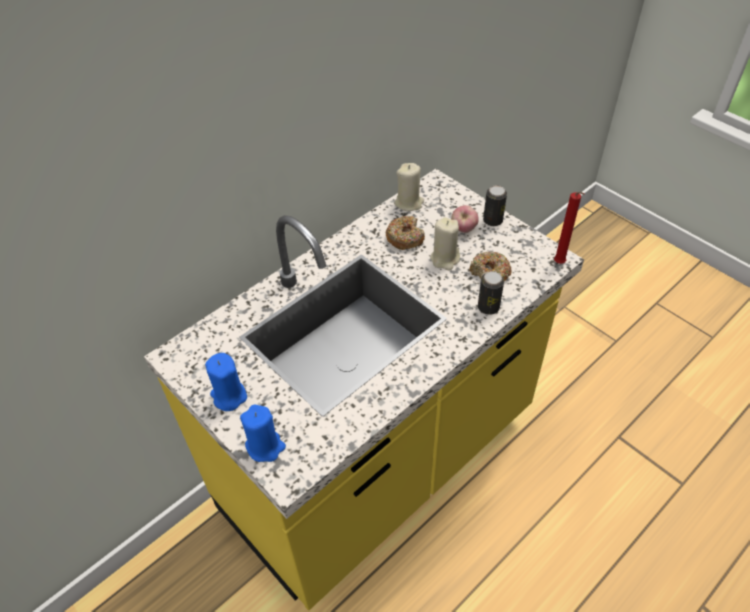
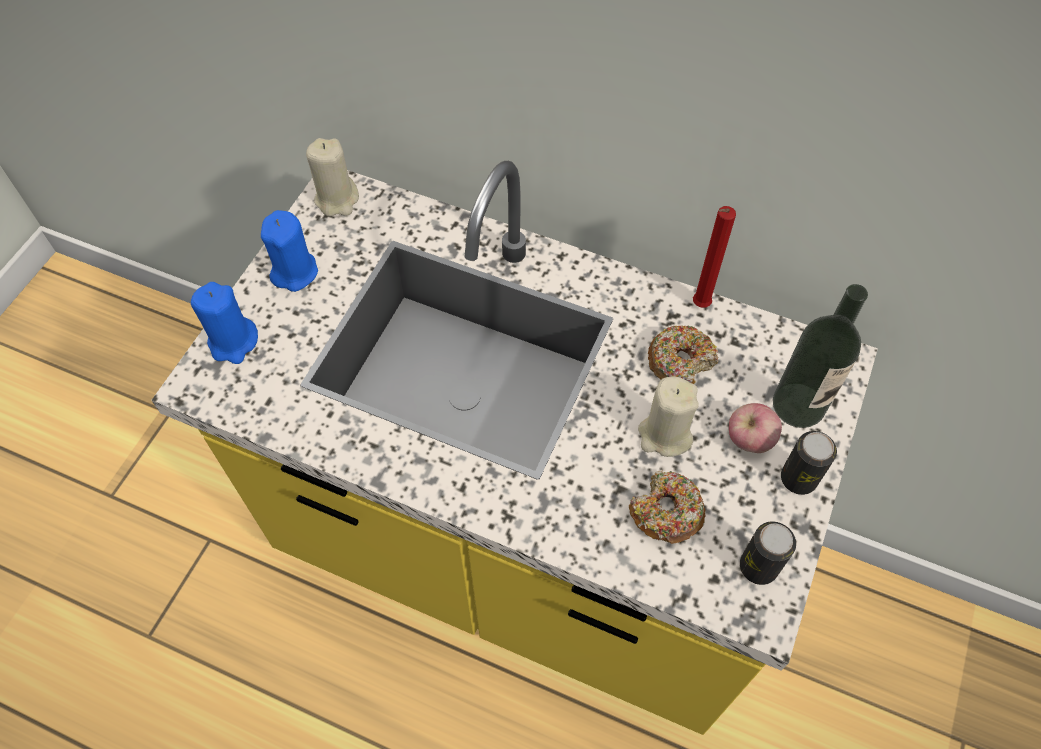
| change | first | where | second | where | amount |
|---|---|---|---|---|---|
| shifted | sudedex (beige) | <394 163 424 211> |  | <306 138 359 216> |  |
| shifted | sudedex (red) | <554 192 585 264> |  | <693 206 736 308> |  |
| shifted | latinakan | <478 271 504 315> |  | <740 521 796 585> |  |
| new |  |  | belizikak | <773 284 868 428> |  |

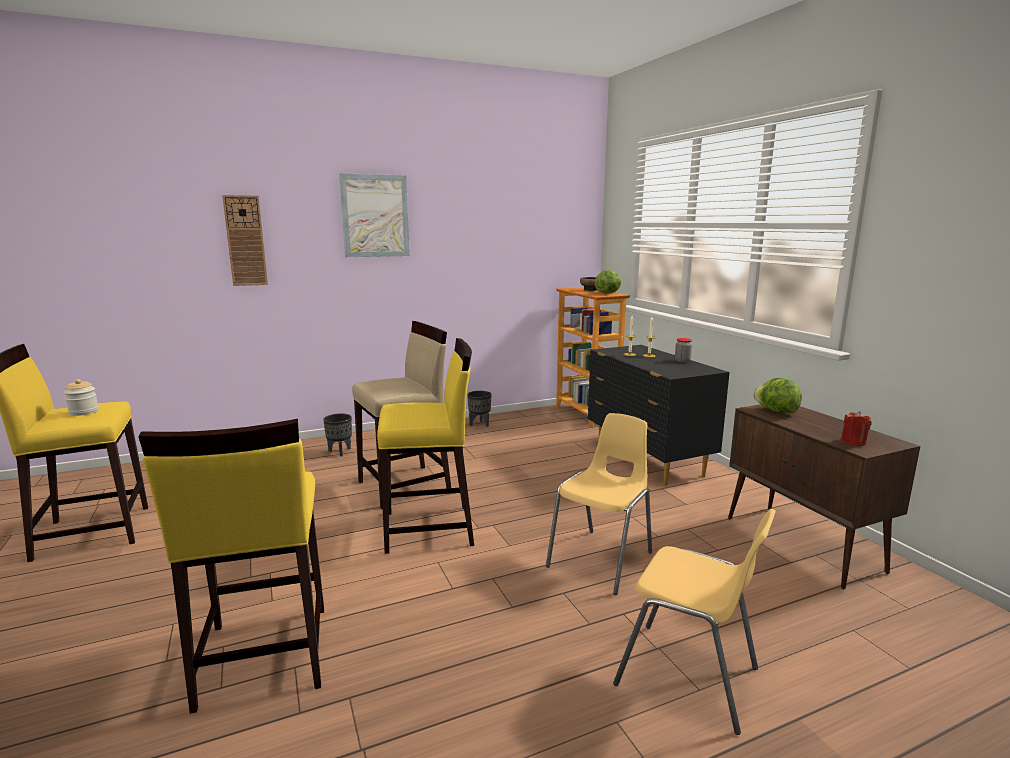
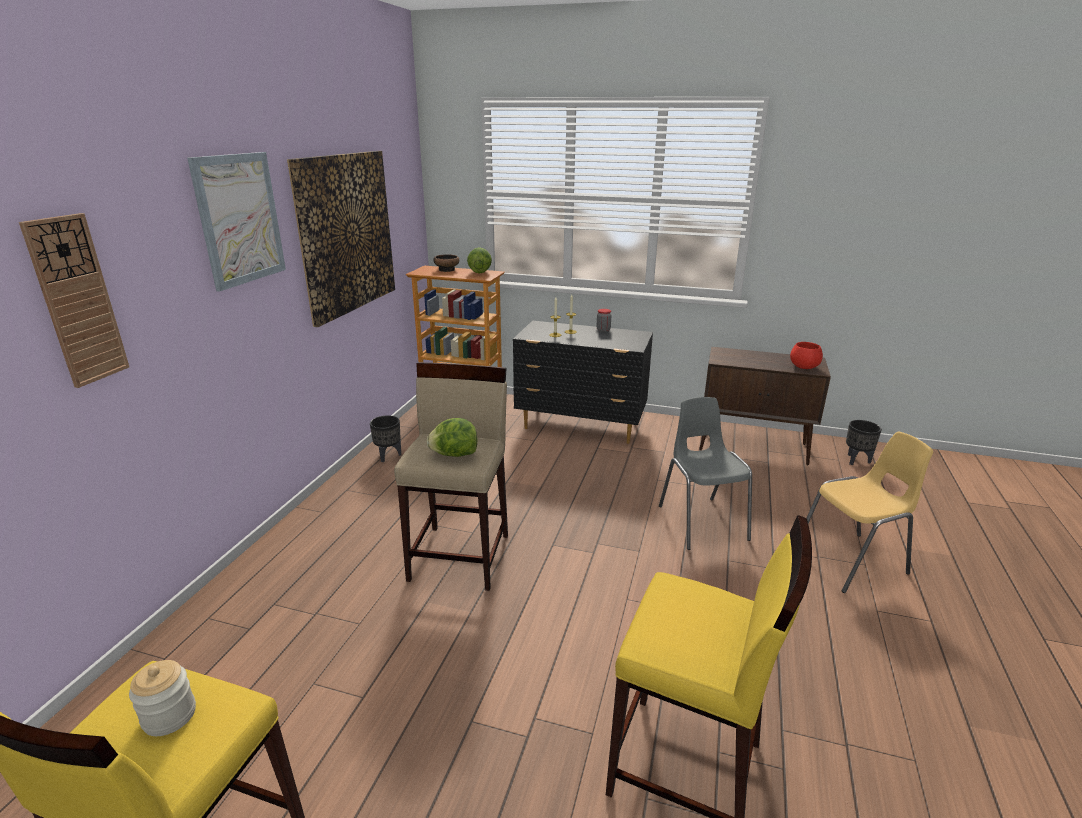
| change | first | where | second | where | amount |
|---|---|---|---|---|---|
| new |  |  | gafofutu | <287 151 395 327> |  |
| shifted | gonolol | <753 378 802 413> |  | <427 418 477 457> |  |
| repainted | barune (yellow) | <546 413 652 595> | barune (grey) | <659 397 752 550> |  |
| swapped | sudedex (red) | <841 411 872 446> | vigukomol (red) | <790 342 823 369> |  |
| shifted | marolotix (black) | <323 413 352 456> |  | <846 420 882 465> |  |
| gone | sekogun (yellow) | <377 338 474 554> |  |  |  |

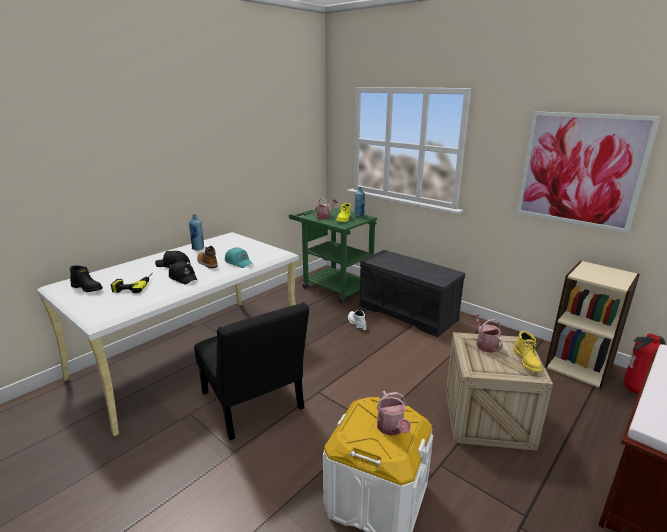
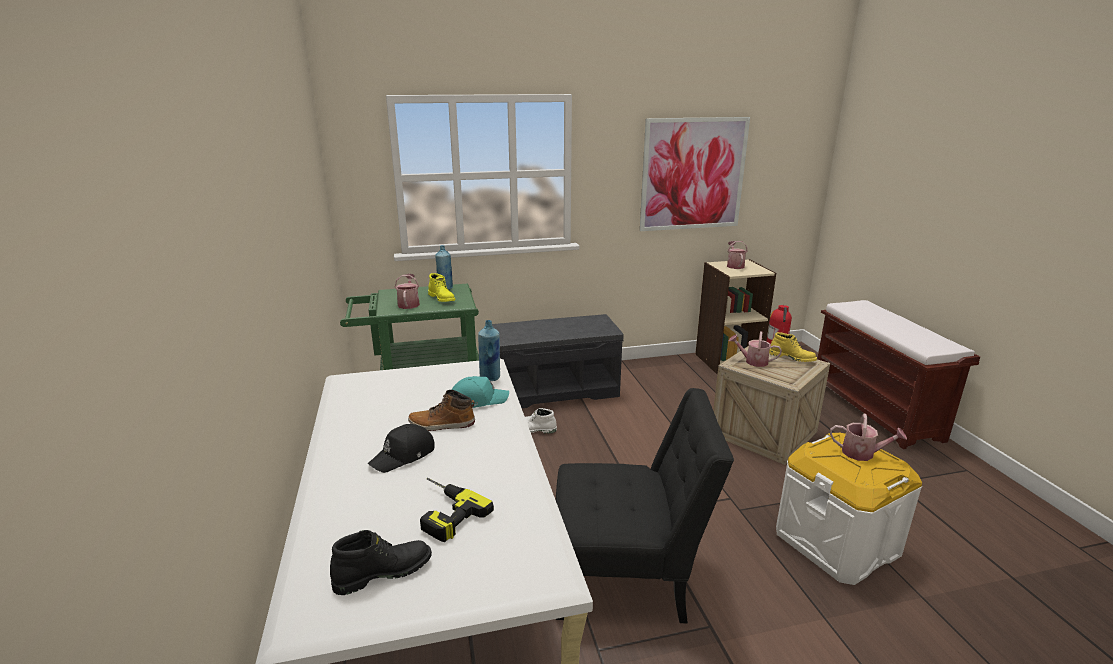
| change | first | where | second | where | amount |
|---|---|---|---|---|---|
| shifted | belizikak (blue) | <189 214 204 250> |  | <478 320 500 381> |  |
| new |  |  | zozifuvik | <727 241 748 269> |  |
| gone | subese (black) | <169 261 197 284> |  |  |  |

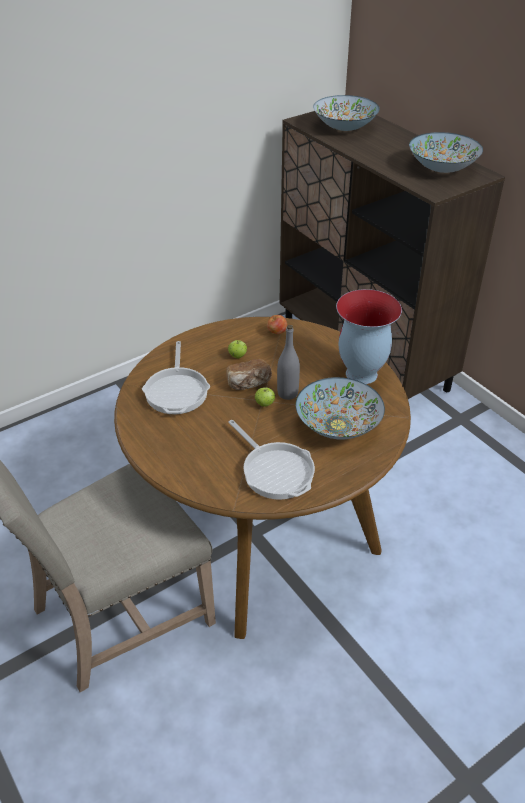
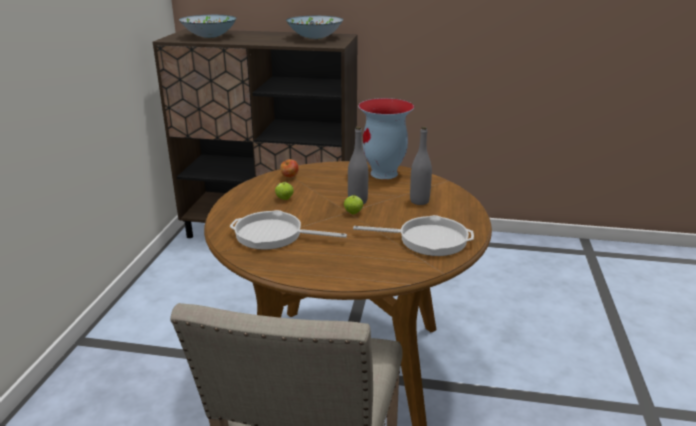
| change | first | where | second | where | amount |
|---|---|---|---|---|---|
| rotated | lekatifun | <142 341 210 414> |  | <230 210 347 250> | 150 degrees clockwise |
| swapped | vigukomol | <296 377 385 440> | belizikak (grey) | <410 127 432 205> |  |
| gone | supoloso | <226 359 272 390> |  |  |  |

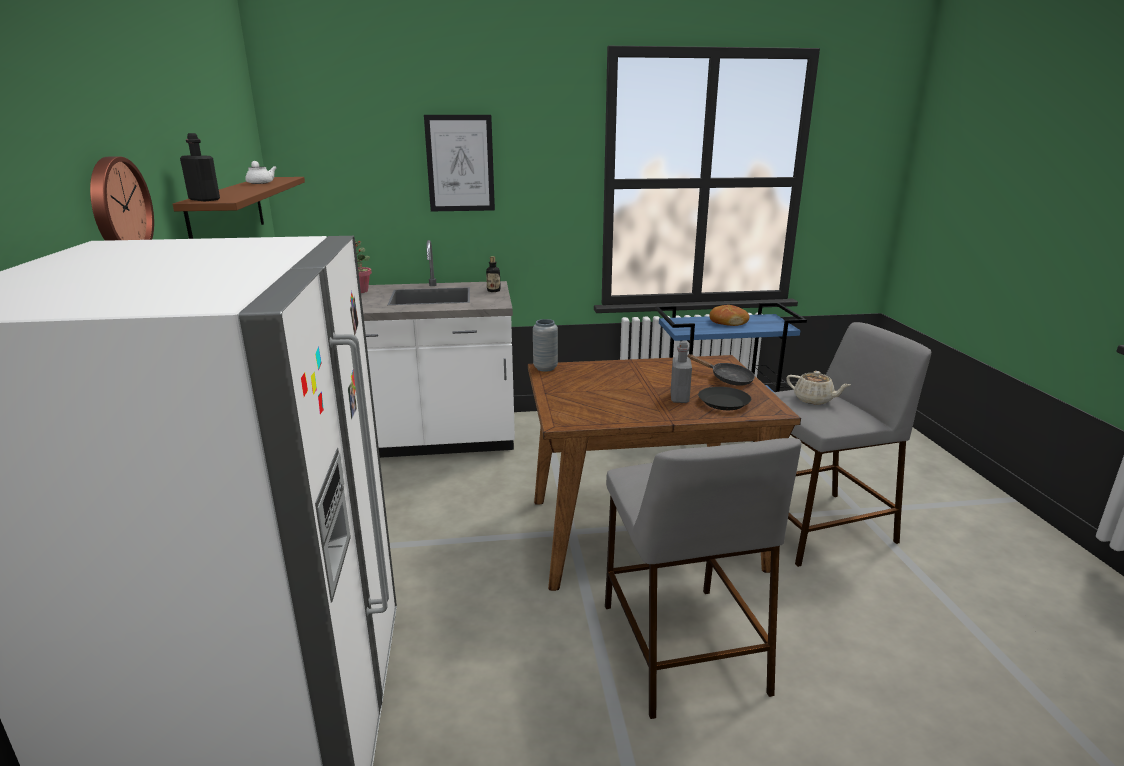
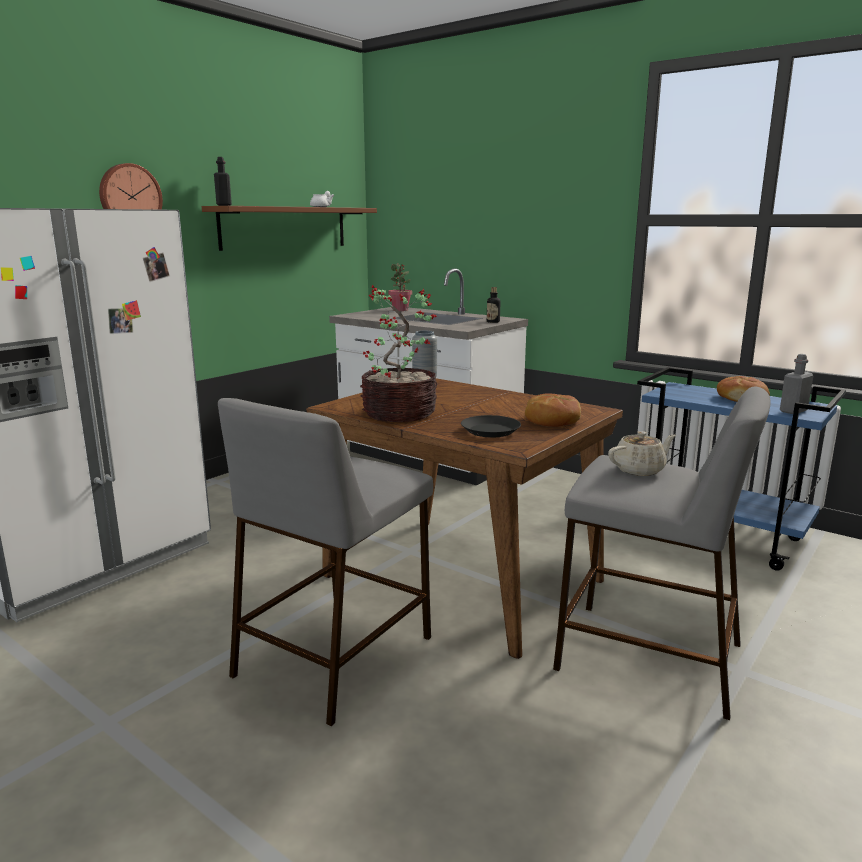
| change | first | where | second | where | amount |
|---|---|---|---|---|---|
| new |  |  | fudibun | <360 285 437 422> |  |
| swapped | lekatifun (black) | <687 354 755 386> | supoloso | <525 393 581 427> |  |
| rotated | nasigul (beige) | <786 371 850 405> |  | <608 431 676 476> | 105 degrees counterclockwise |
| shifted | belizikak (grey) | <671 341 692 403> |  | <780 354 814 414> |  |
| gone | gafofutu | <424 115 495 211> |  |  |  |

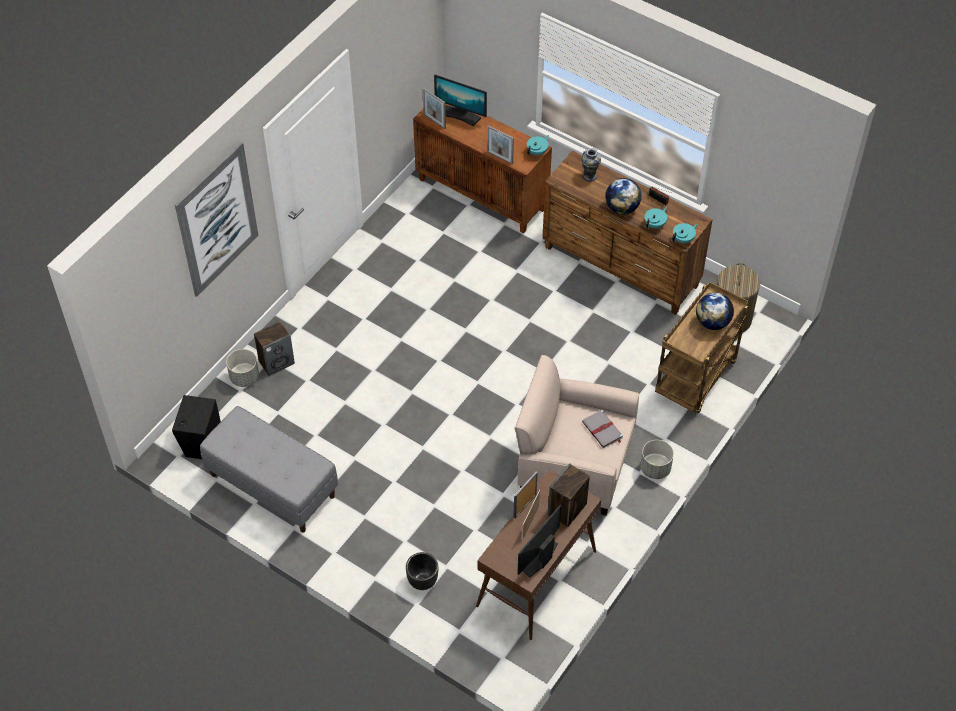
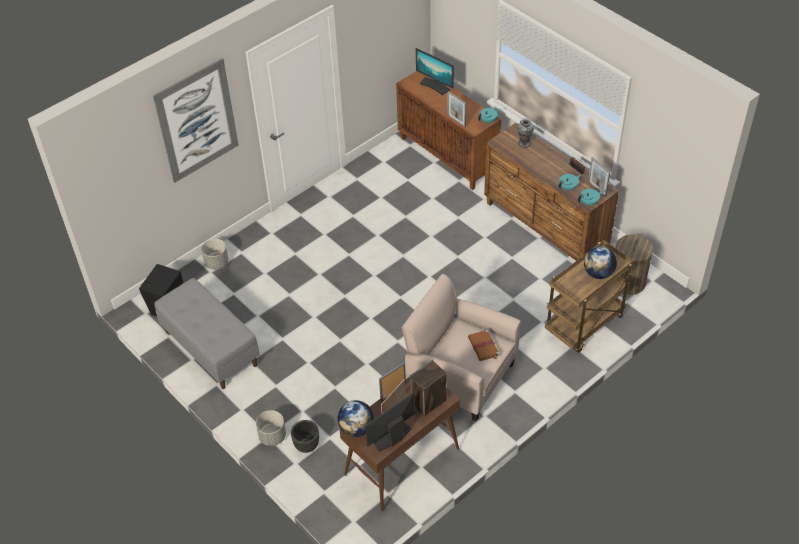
| change | first | where | second | where | amount |
|---|---|---|---|---|---|
| shifted | marolotix (grey) | <640 440 674 479> |  | <256 410 286 446> |  |
| shifted | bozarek | <605 178 641 214> |  | <337 400 374 437> |  |
| repainted | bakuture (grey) | <582 410 623 448> | bakuture (brown) | <468 330 499 361> |  |
| shifted | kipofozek | <423 88 446 129> |  | <588 157 610 197> |  |
| gone | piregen | <254 321 295 376> |  |  |  |

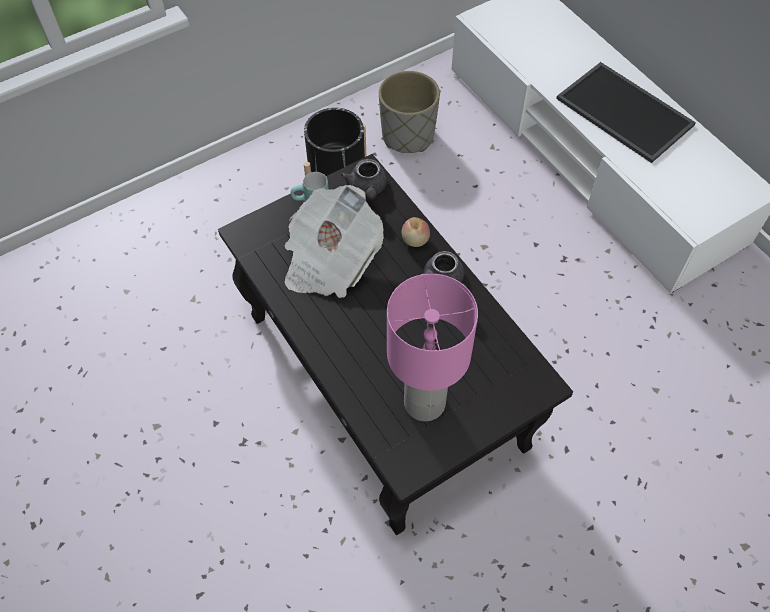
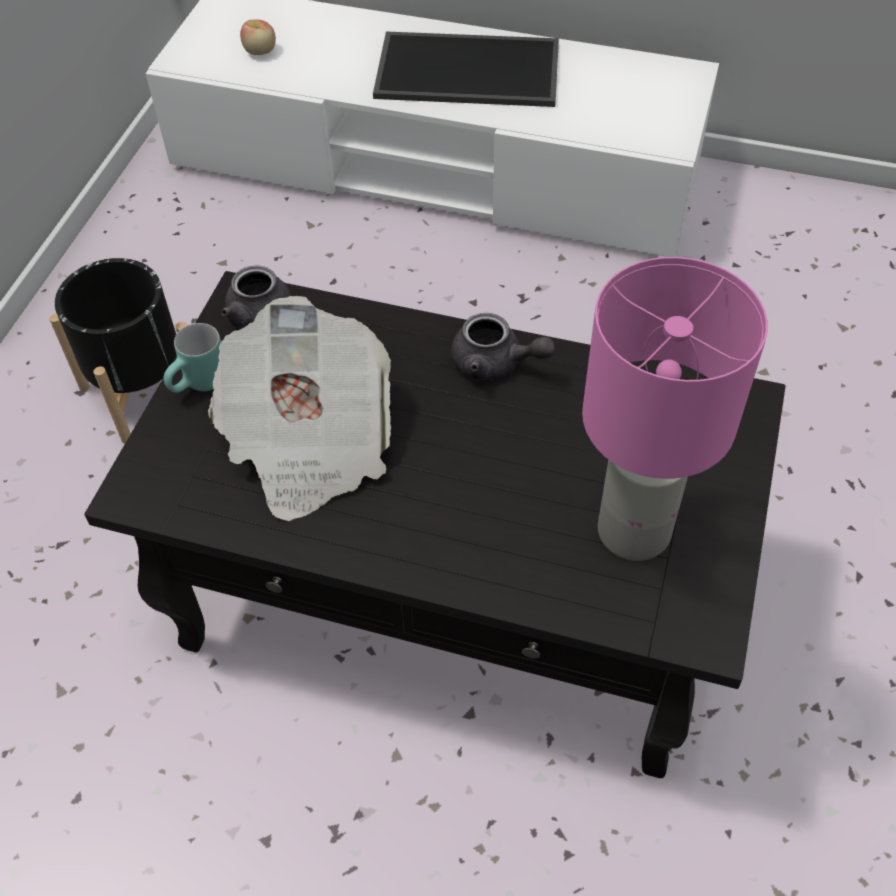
| change | first | where | second | where | amount |
|---|---|---|---|---|---|
| shifted | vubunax | <401 217 430 247> |  | <240 20 276 55> |  |
| gone | marolotix (grey) | <379 71 440 153> |  |  |  |

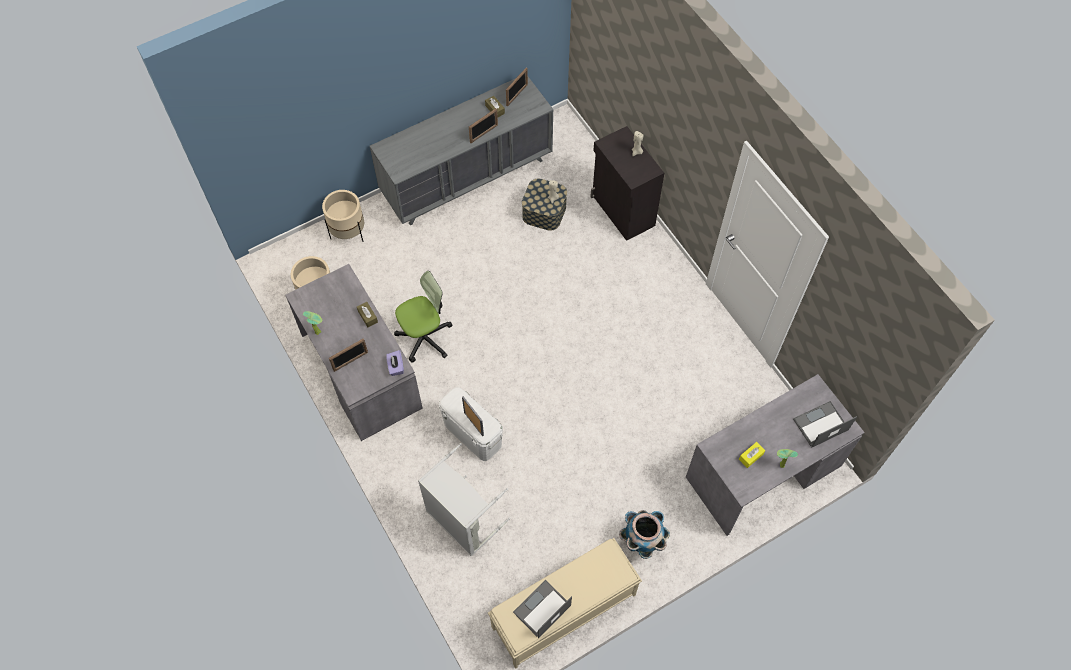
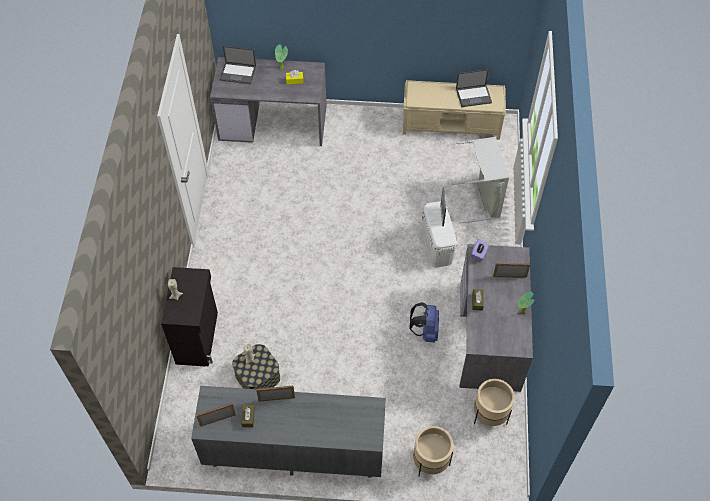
| change | first | where | second | where | amount |
|---|---|---|---|---|---|
| swapped | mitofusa | <394 271 453 362> | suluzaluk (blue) | <409 302 439 342> |  |
| gone | marolotix | <619 510 670 559> |  |  |  |

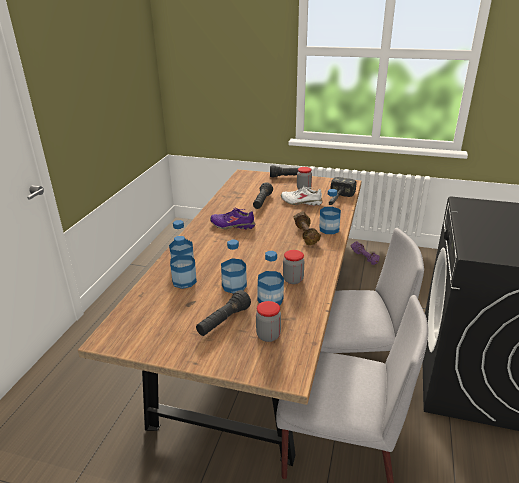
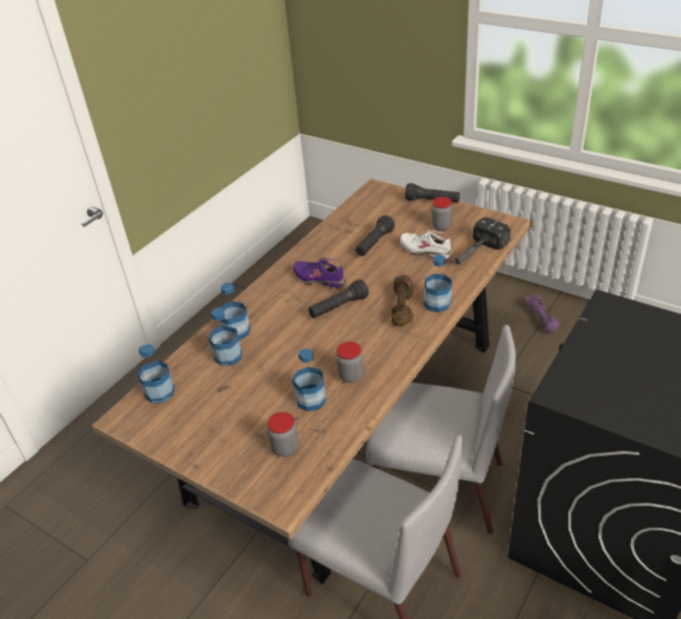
| change | first | where | second | where | amount |
|---|---|---|---|---|---|
| shifted | belizikak | <221 239 247 293> |  | <137 343 175 403> |  |
| shifted | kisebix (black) | <196 290 251 336> |  | <308 280 369 319> |  |

